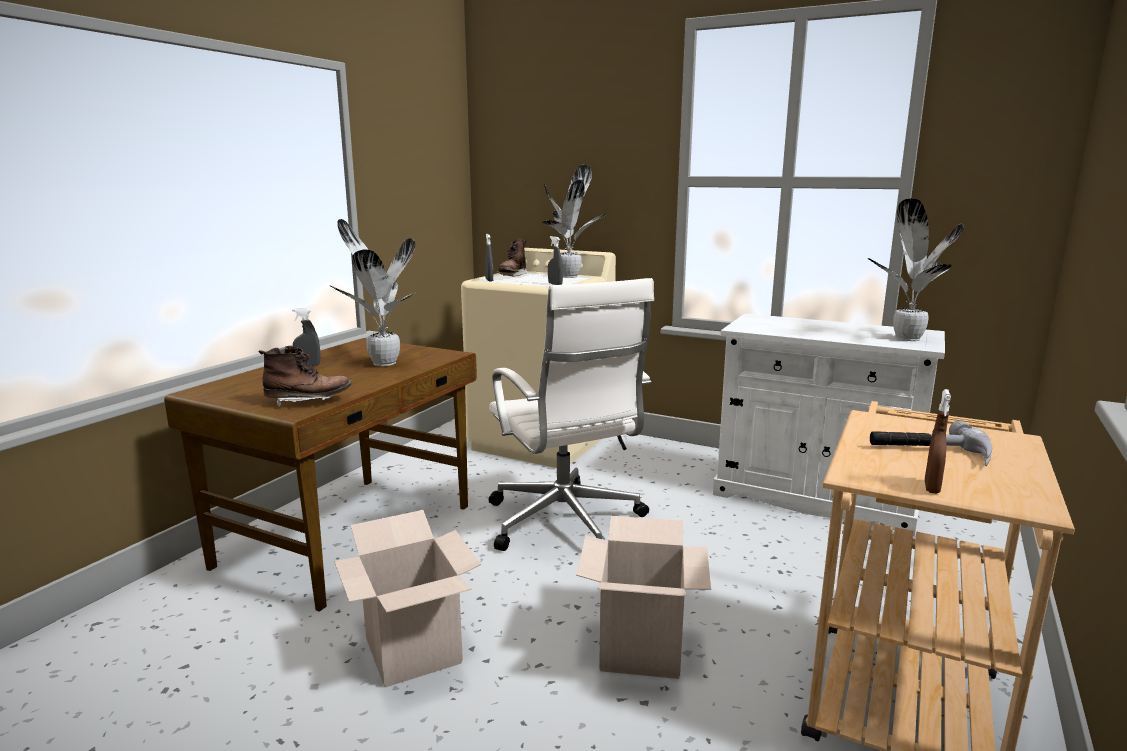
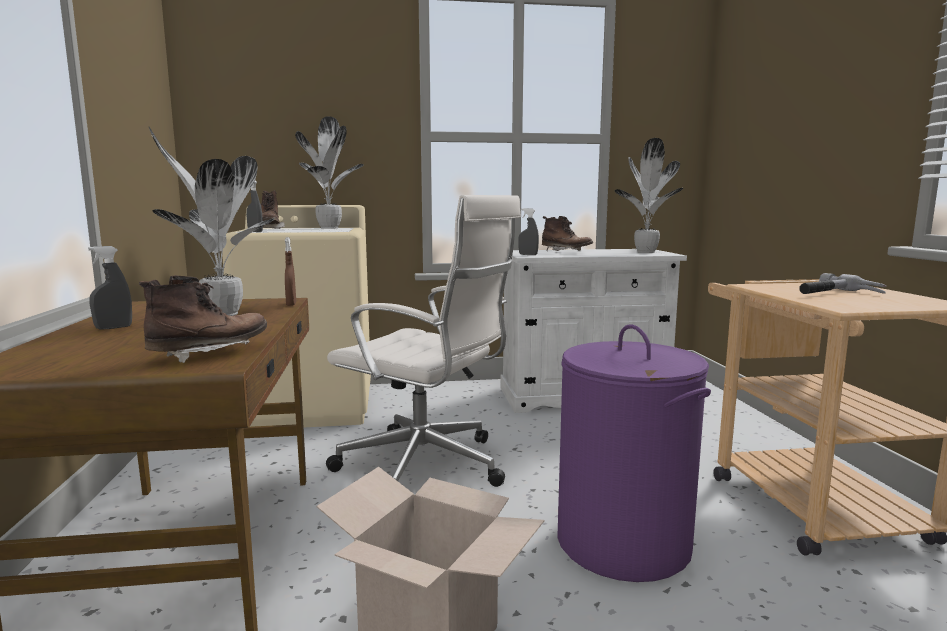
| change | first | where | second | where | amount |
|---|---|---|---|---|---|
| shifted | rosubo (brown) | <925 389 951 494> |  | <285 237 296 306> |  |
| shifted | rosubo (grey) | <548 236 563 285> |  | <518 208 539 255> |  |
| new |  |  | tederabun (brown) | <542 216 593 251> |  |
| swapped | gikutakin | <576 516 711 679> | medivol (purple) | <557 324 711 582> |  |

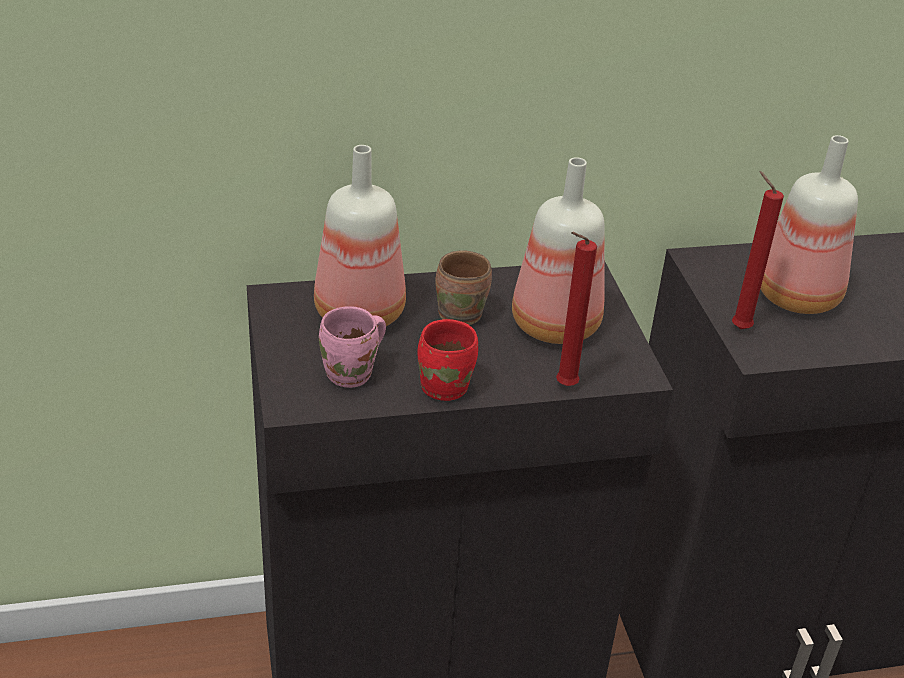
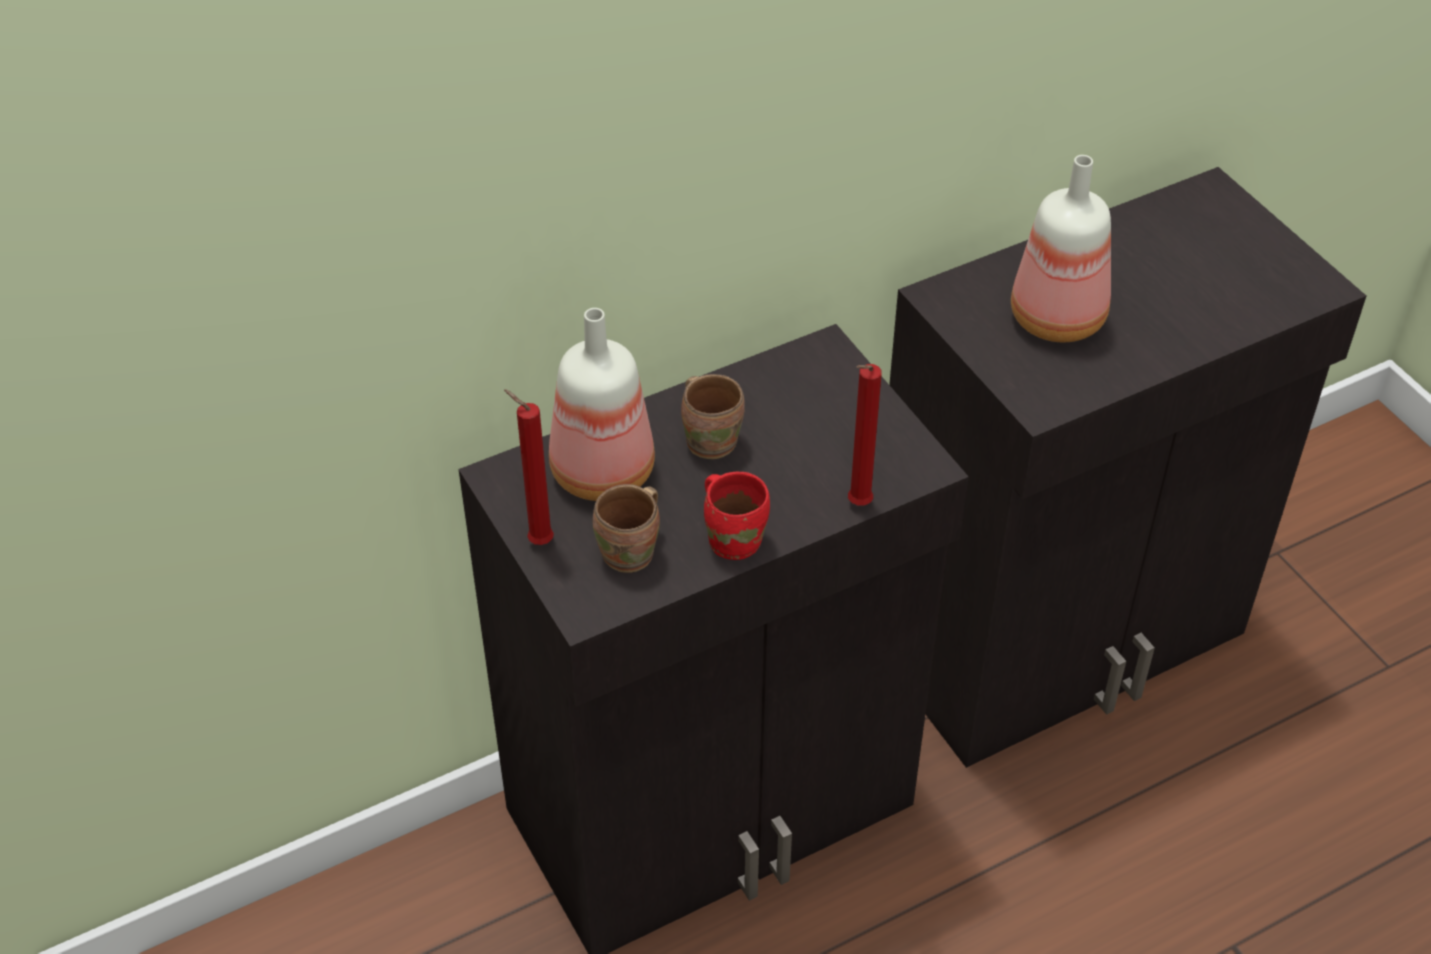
| change | first | where | second | where | amount |
|---|---|---|---|---|---|
| shifted | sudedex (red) | <732 171 784 329> |  | <504 389 554 545> |  |
| repainted | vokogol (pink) | <319 306 386 388> | vokogol (brown) | <593 484 660 573> |  |
| gone | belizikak | <512 157 605 344> |  |  |  |

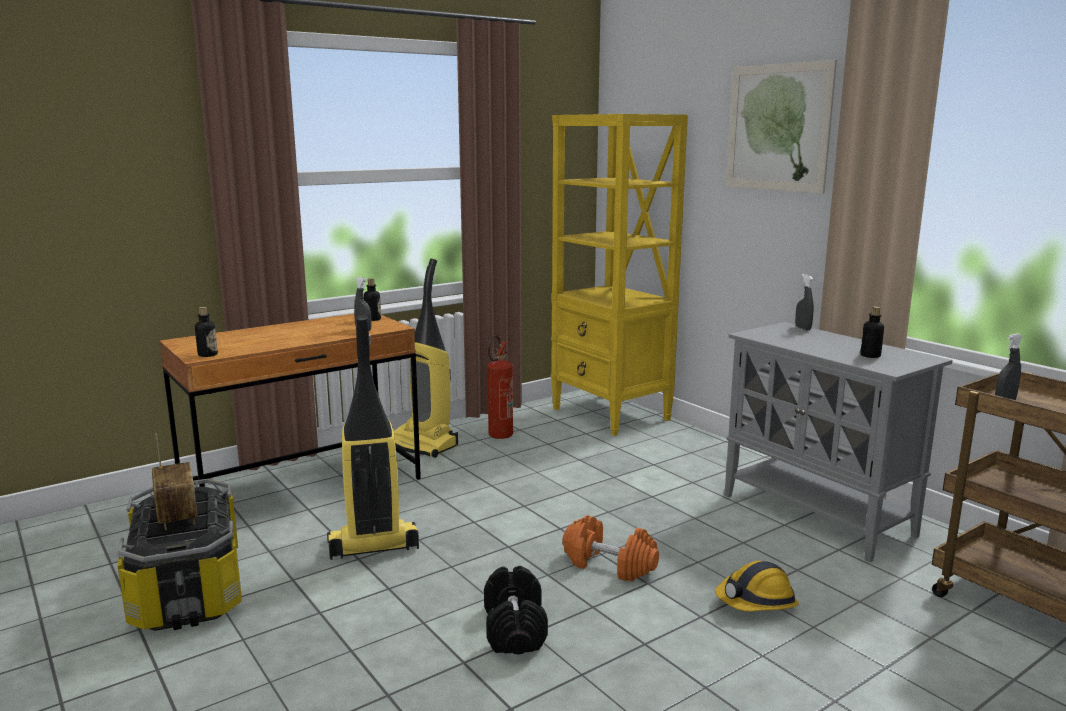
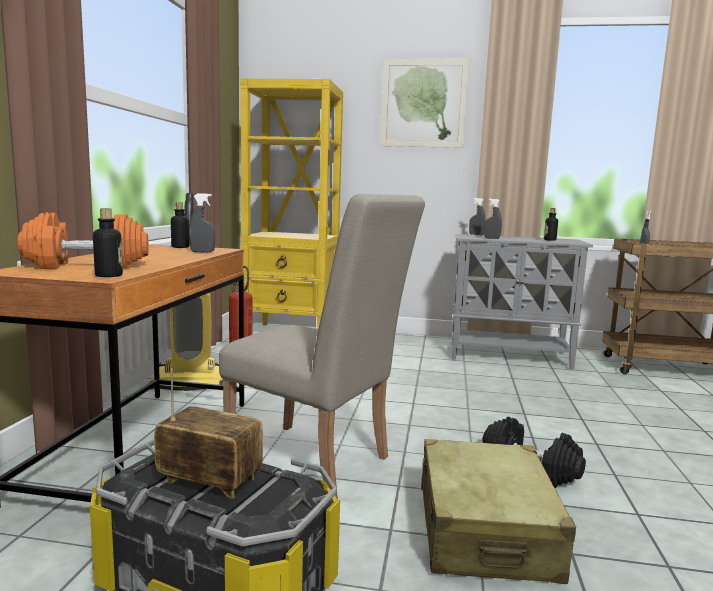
| change | first | where | second | where | amount |
|---|---|---|---|---|---|
| shifted | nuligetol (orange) | <562 515 659 582> |  | <18 212 149 269> |  |
| swapped | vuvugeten | <327 315 419 560> | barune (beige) | <219 194 425 500> |  |
| new |  |  | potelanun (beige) | <421 439 576 584> |  |
| new |  |  | rosubo (grey) | <484 199 502 239> |  |
| gone | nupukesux | <715 561 799 611> |  |  |  |

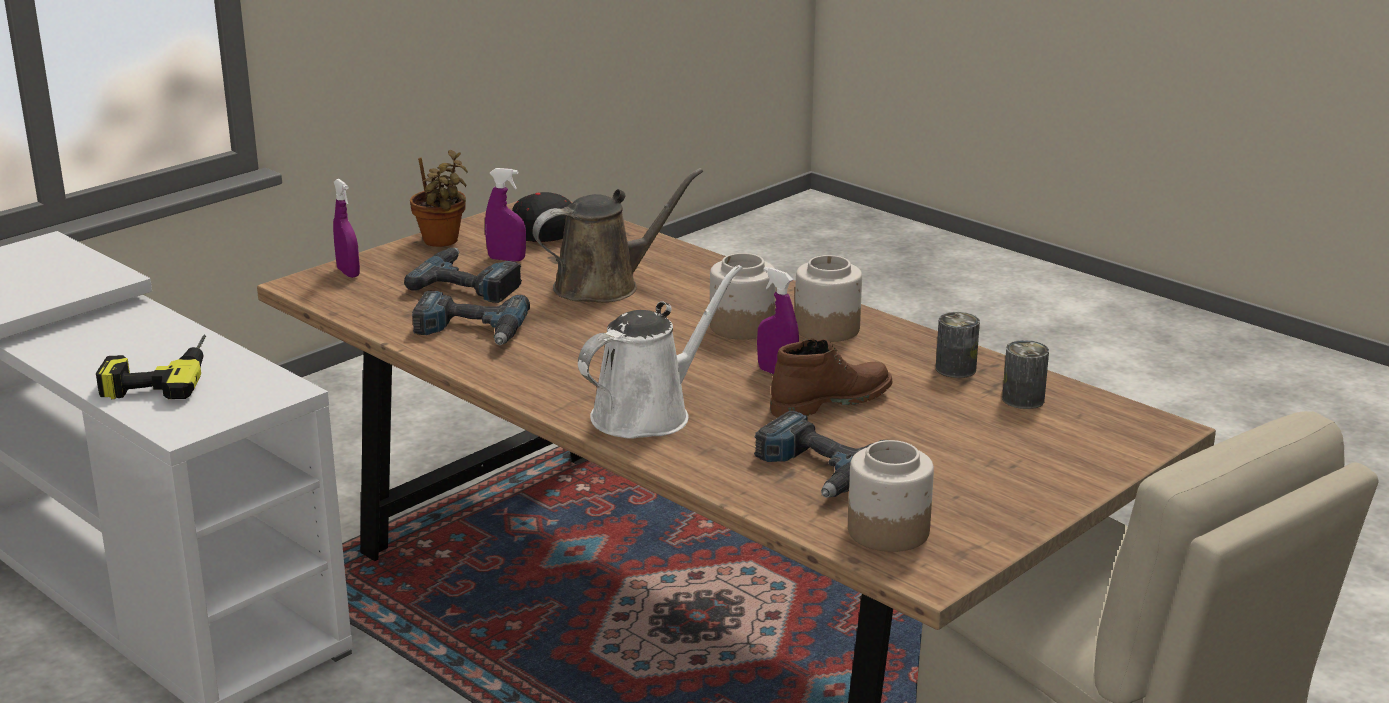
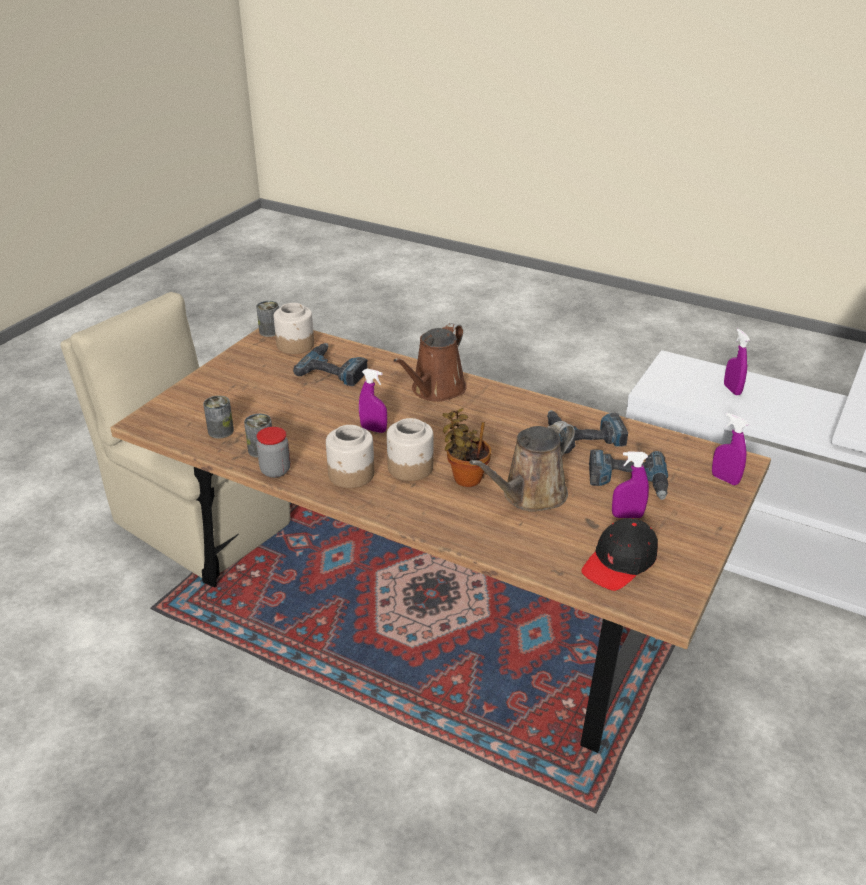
| change | first | where | second | where | amount |
|---|---|---|---|---|---|
| new |  |  | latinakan | <256 301 279 337> |  |
| new |  |  | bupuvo | <256 427 290 478> |  |
| repainted | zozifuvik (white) | <578 265 742 439> | zozifuvik (brown) | <393 323 467 402> |  |
| shifted | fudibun | <410 150 468 247> |  | <442 408 491 487> |  |
| swapped | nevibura | <96 334 206 399> | rosubo (purple) | <724 329 750 396> |  |
| gone | tederabun (brown) | <770 339 893 418> |  |  |  |

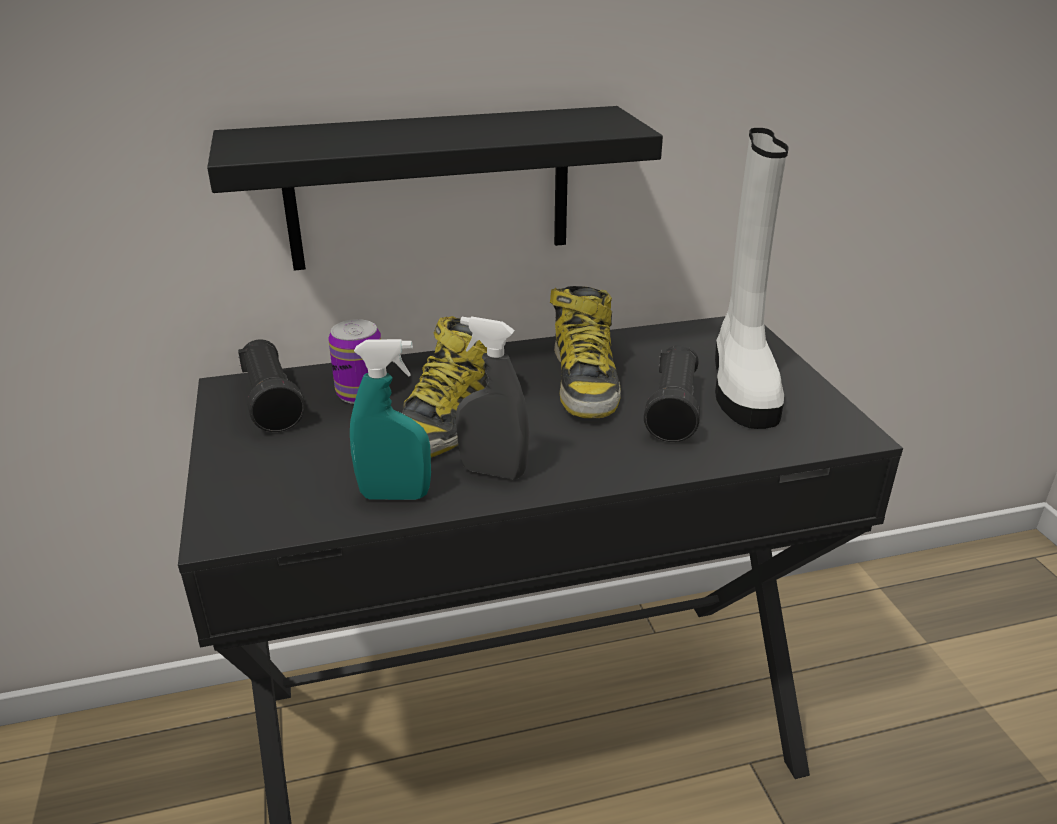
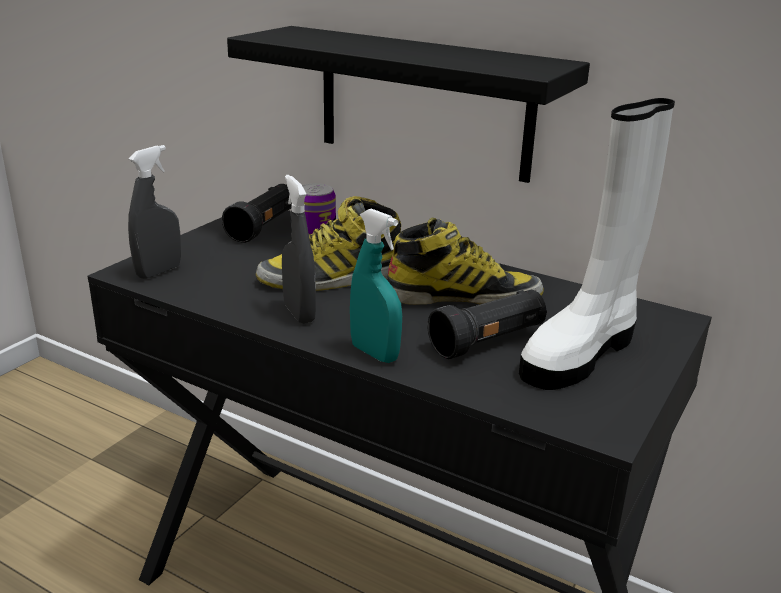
| change | first | where | second | where | amount |
|---|---|---|---|---|---|
| new |  |  | rosubo (grey) | <128 145 181 279> |  |
| shifted | rosubo (turquoise) | <350 339 431 500> |  | <350 209 402 363> |  |
| rotated | tederabun | <550 286 621 418> |  | <387 217 544 305> | 135 degrees counterclockwise |

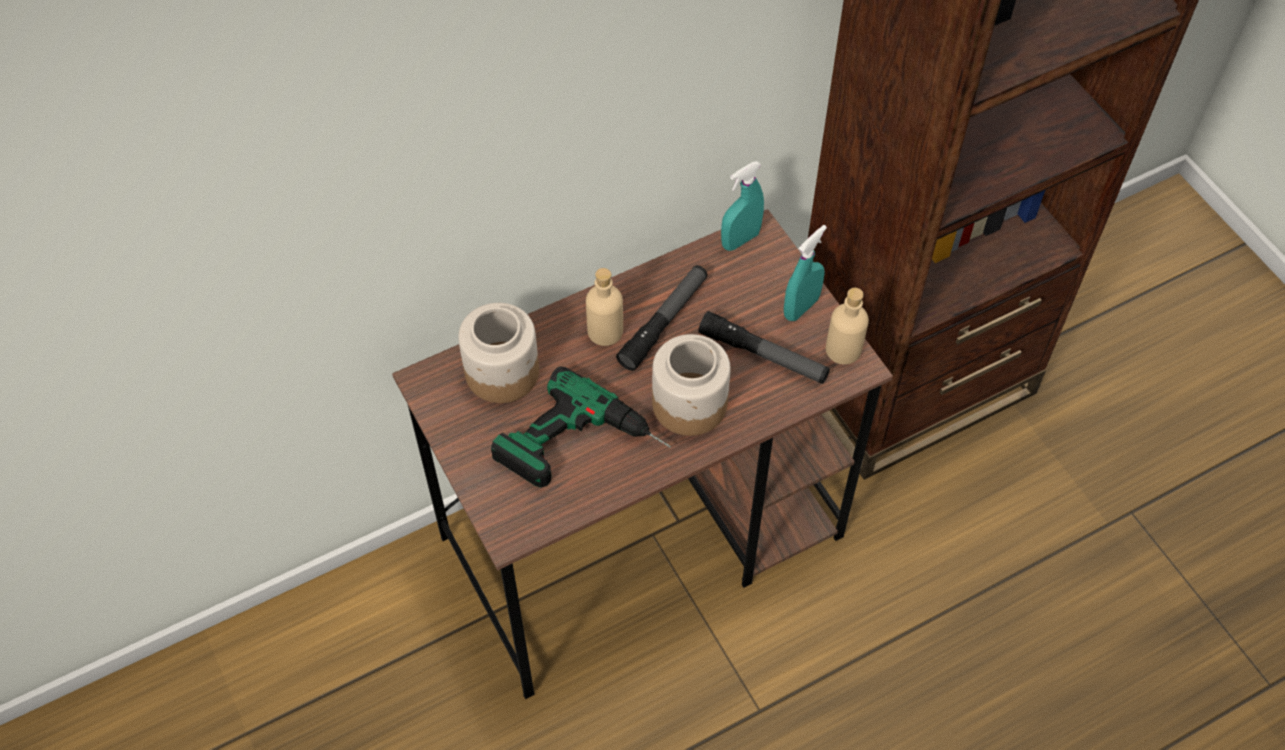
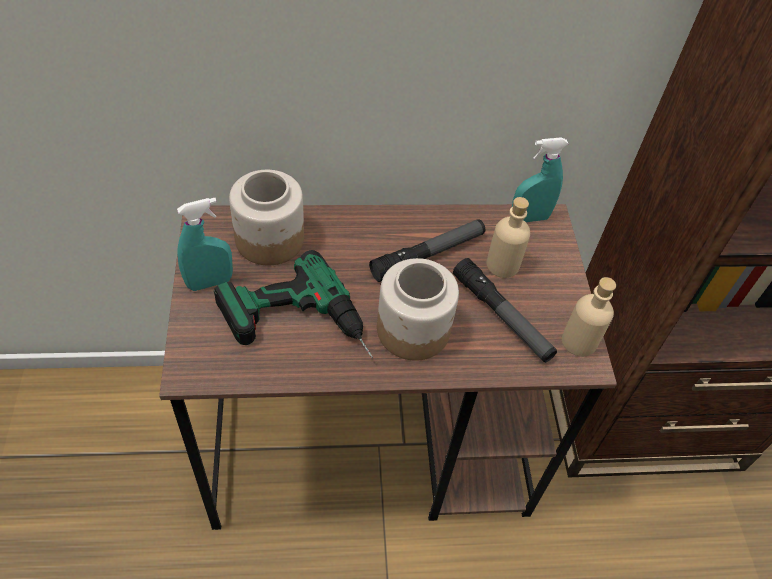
| change | first | where | second | where | amount |
|---|---|---|---|---|---|
| shifted | rosubo (turquoise) | <784 225 827 321> |  | <177 198 233 291> |  |
| shifted | belizikak (beige) | <586 268 623 346> |  | <486 197 530 278> |  |

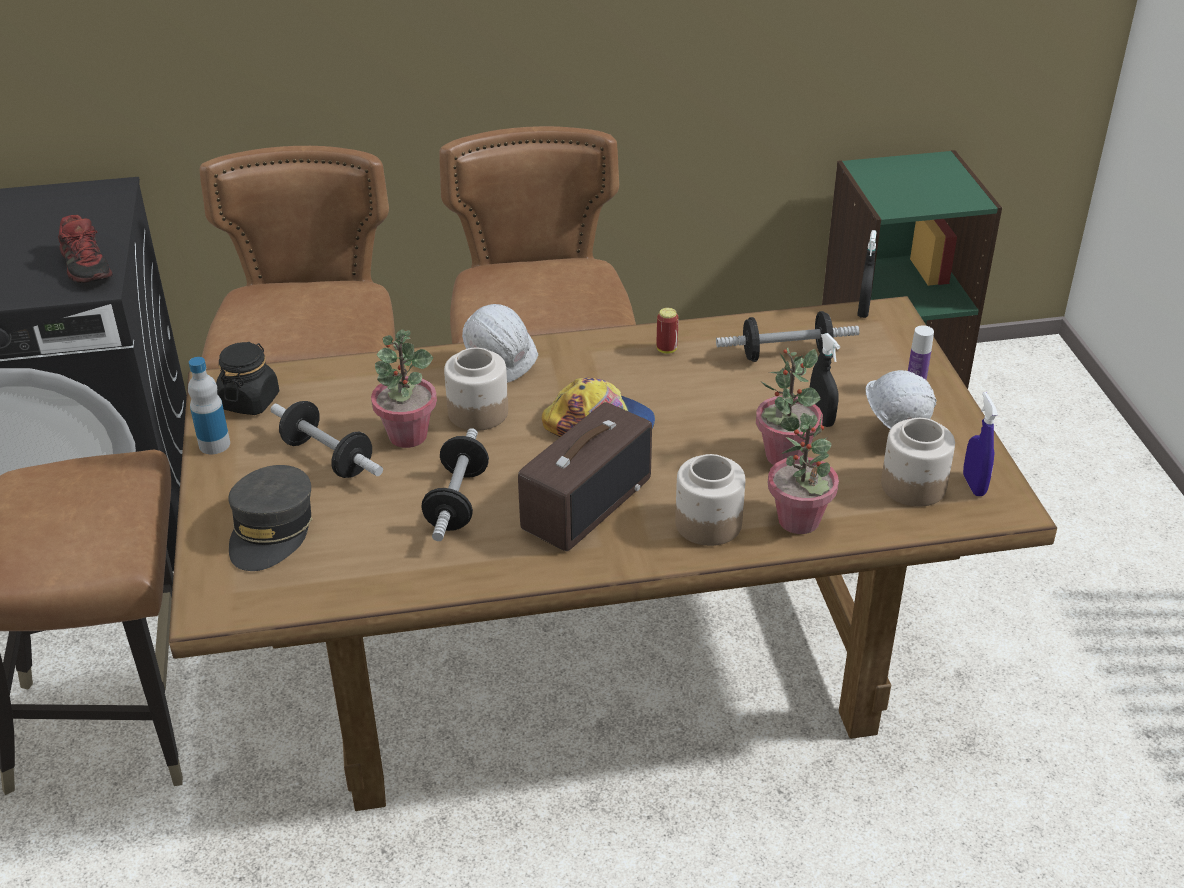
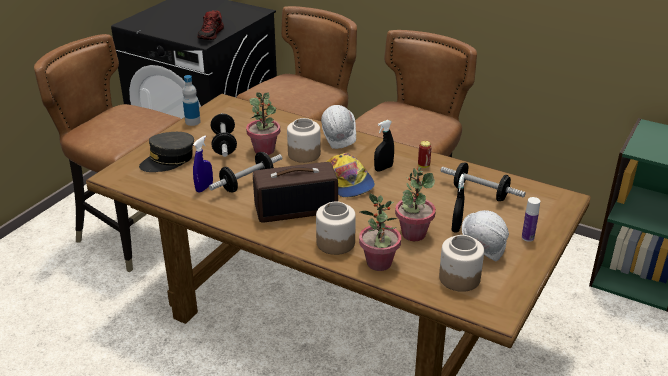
| change | first | where | second | where | amount |
|---|---|---|---|---|---|
| shifted | rosubo (blue) | <963 392 998 496> |  | <193 136 213 193> |  |
| shifted | rosubo (black) | <857 230 876 318> |  | <374 120 394 172> |  |
| gone | bupuvo (black) | <216 342 279 415> |  |  |  |

